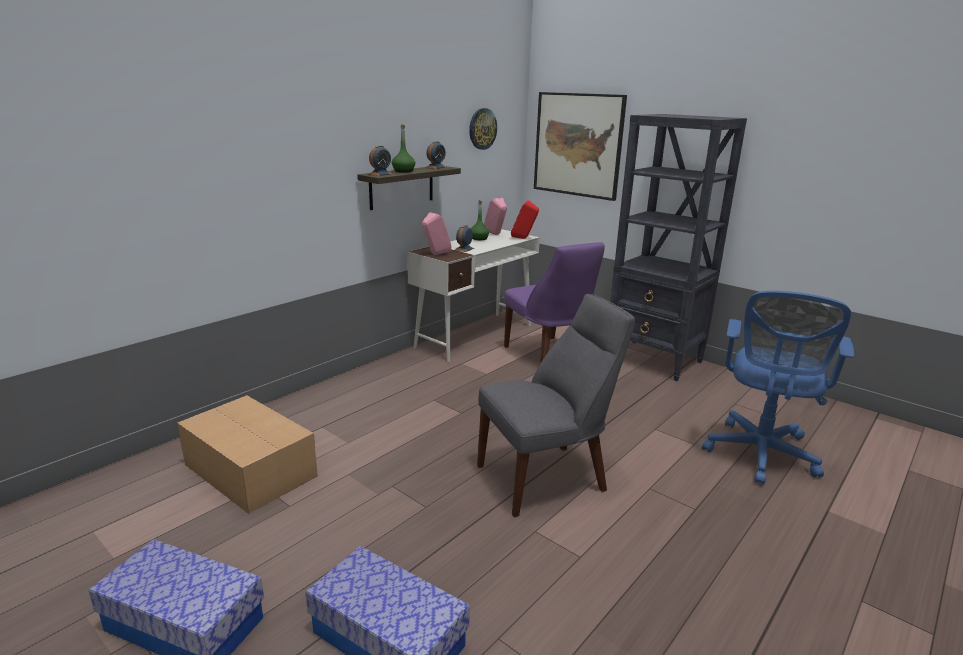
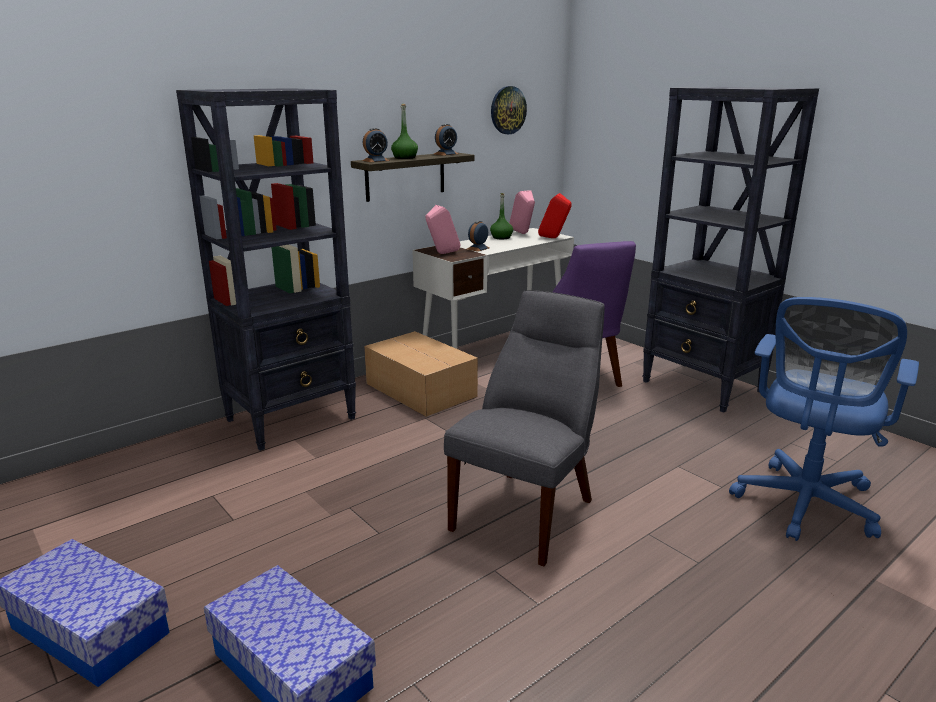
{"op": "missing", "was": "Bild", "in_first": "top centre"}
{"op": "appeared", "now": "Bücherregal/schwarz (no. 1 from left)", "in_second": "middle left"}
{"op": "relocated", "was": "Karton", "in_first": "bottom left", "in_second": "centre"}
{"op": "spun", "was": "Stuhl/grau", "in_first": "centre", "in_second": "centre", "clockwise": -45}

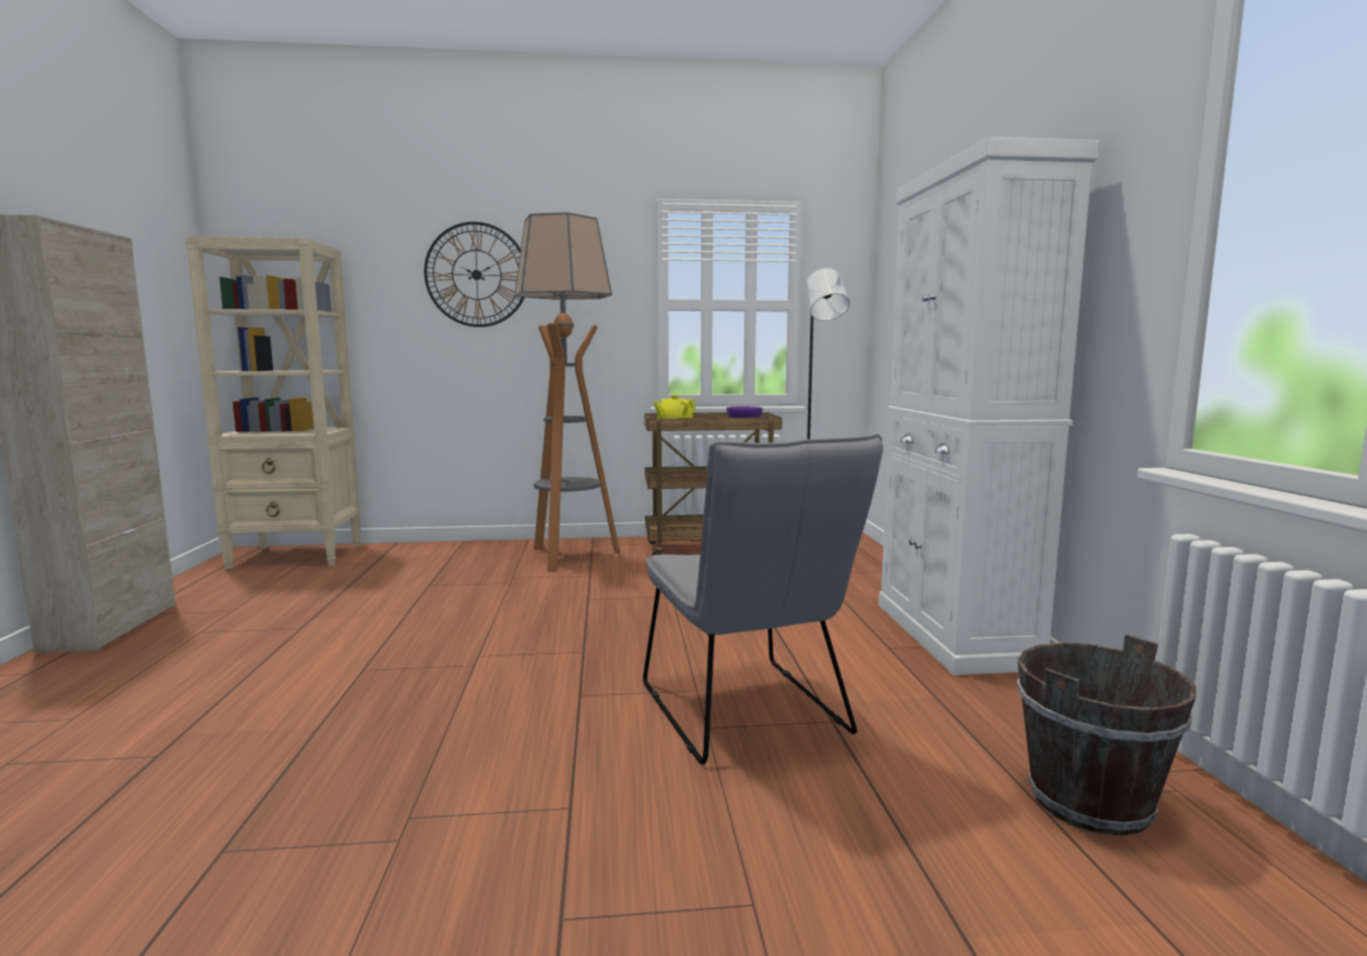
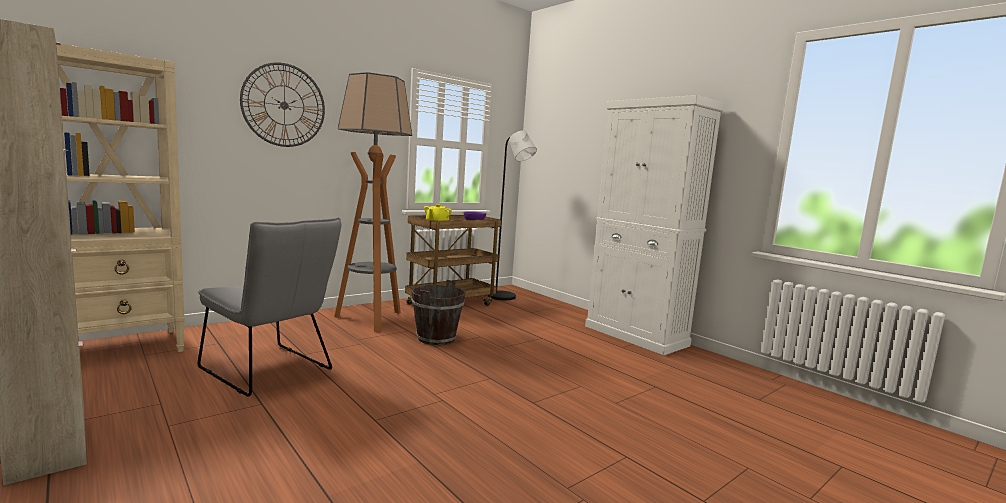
{"op": "relocated", "was": "Stuhl/grau", "in_first": "centre", "in_second": "middle left"}
{"op": "relocated", "was": "Eimer/braun", "in_first": "bottom right", "in_second": "centre"}

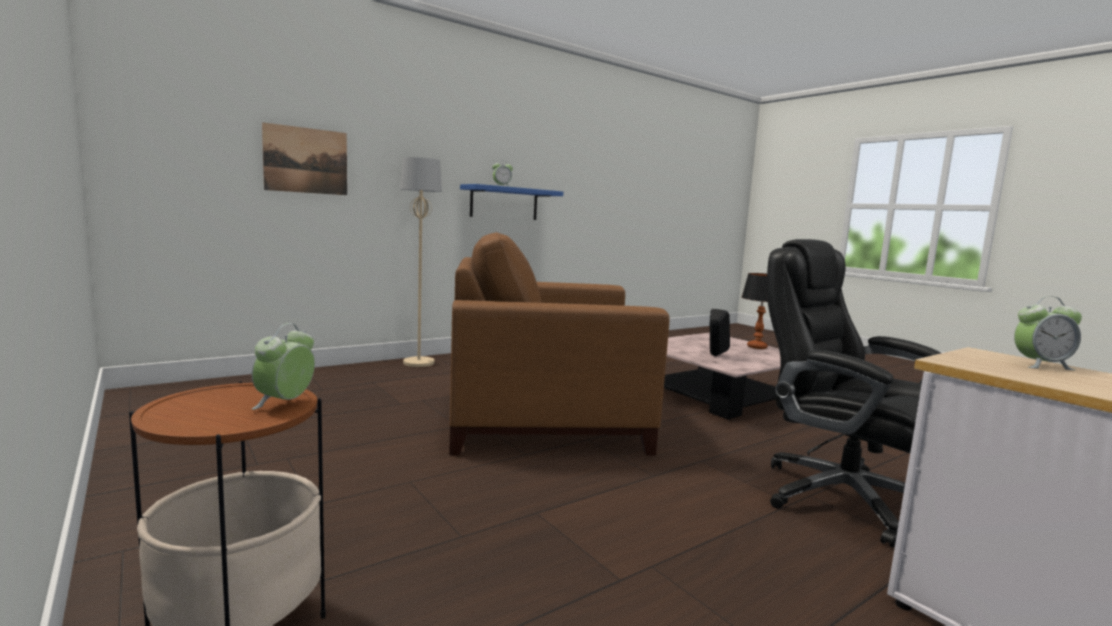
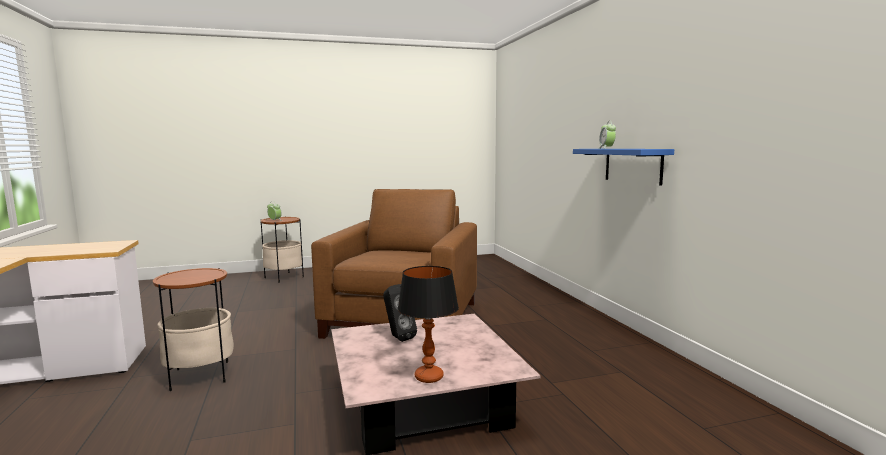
{"op": "missing", "was": "Bild", "in_first": "top left"}
{"op": "missing", "was": "Stehlampe/beige", "in_first": "centre"}
{"op": "missing", "was": "Wecker (no. 3 from left)", "in_first": "middle right"}
{"op": "exchanged", "was": "Bürostuhl/schwarz", "now": "Beistelltisch (no. 1 from left)", "in_first": "middle right", "in_second": "bottom left"}

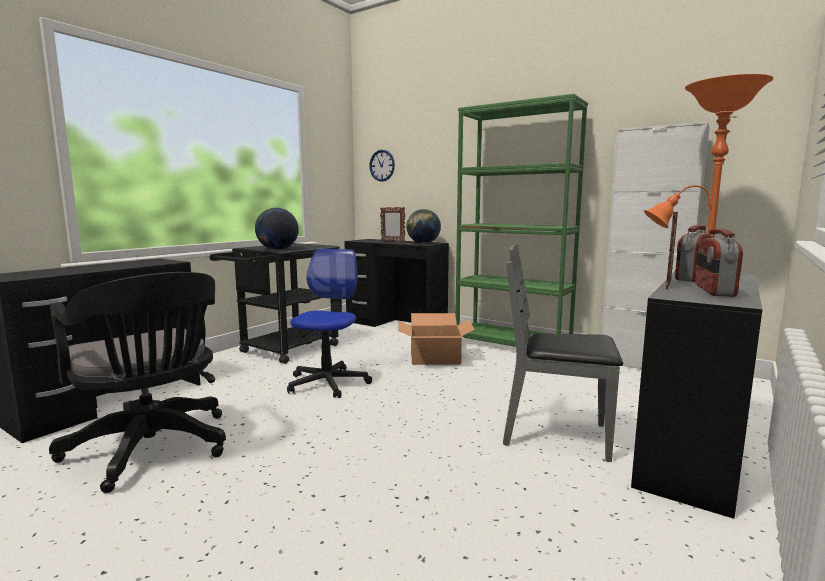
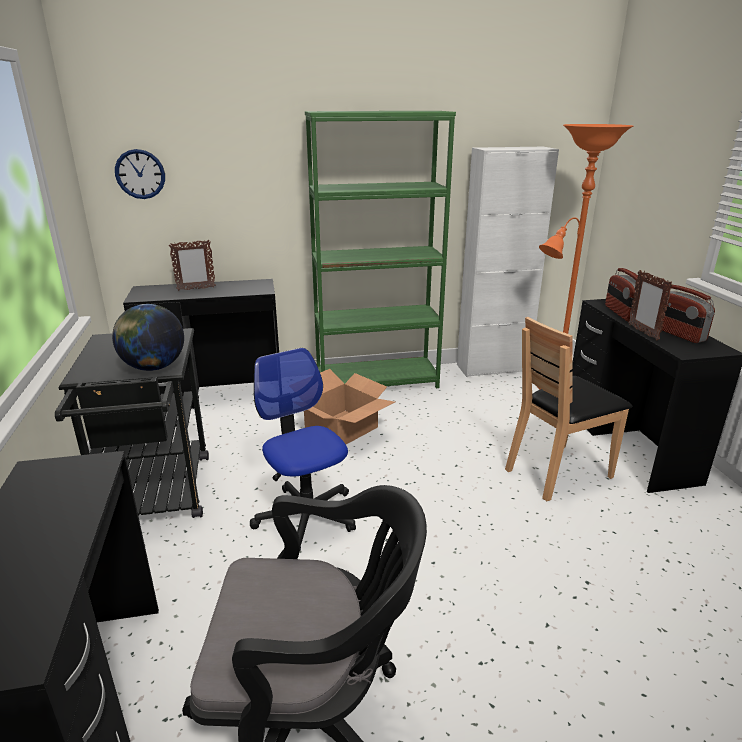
{"op": "missing", "was": "Globus (no. 2 from left)", "in_first": "centre"}
{"op": "colour", "was": "Stuhl/grau", "now": "Stuhl/braun", "in_first": "middle right", "in_second": "middle right"}

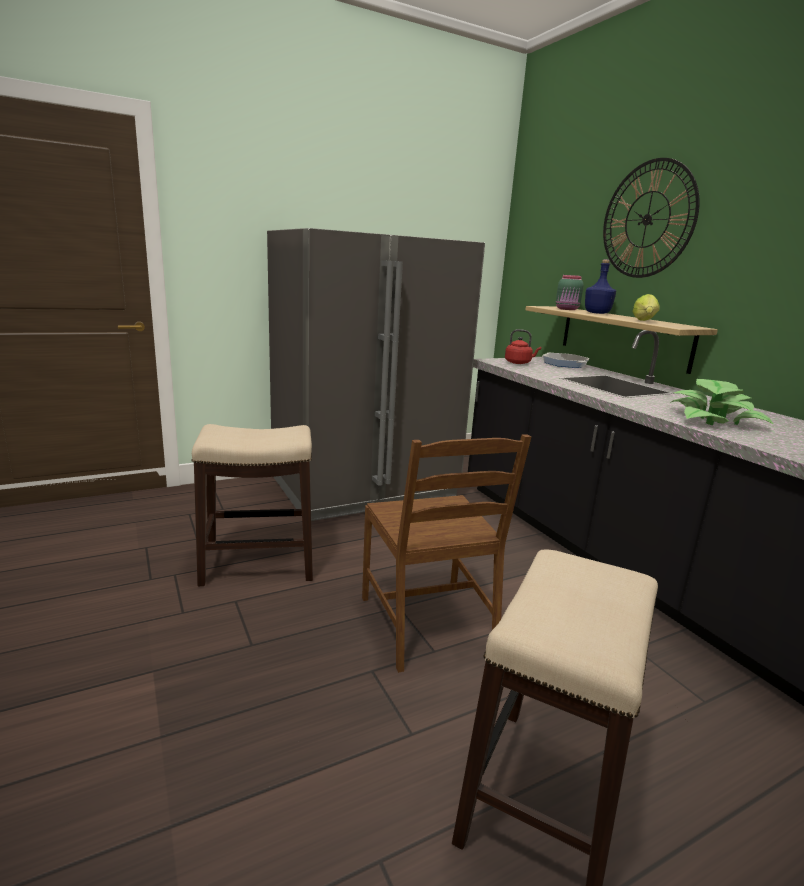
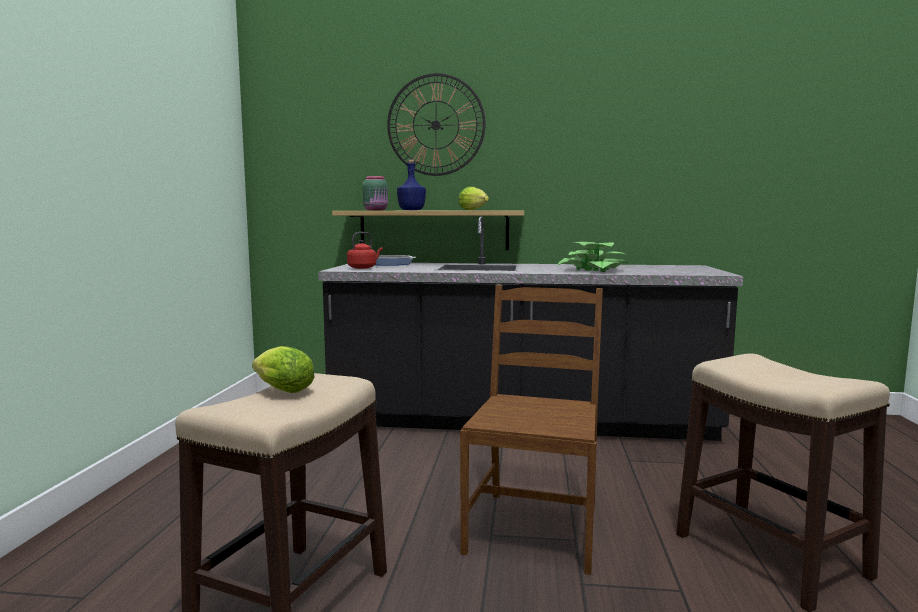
{"op": "missing", "was": "Kühlschrank/grau", "in_first": "centre"}
{"op": "appeared", "now": "Salatkopf (no. 1 from left)", "in_second": "middle left"}
{"op": "spun", "was": "Stuhl/braun", "in_first": "centre", "in_second": "bottom centre", "clockwise": -90}

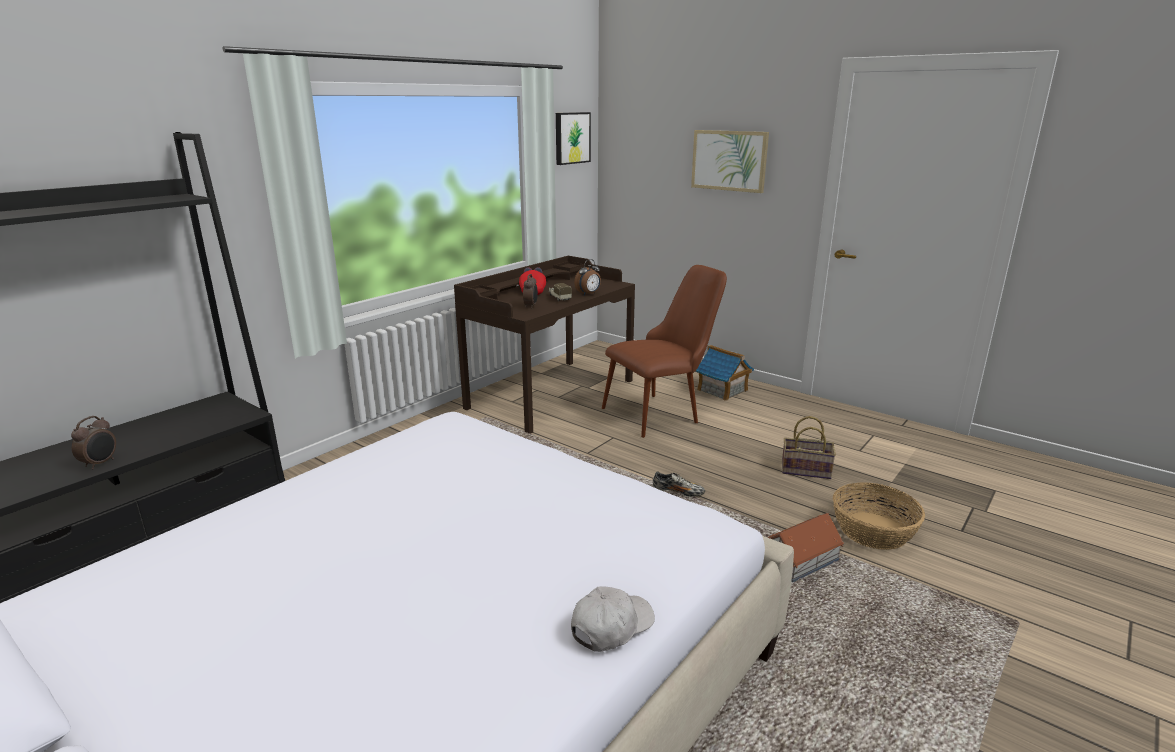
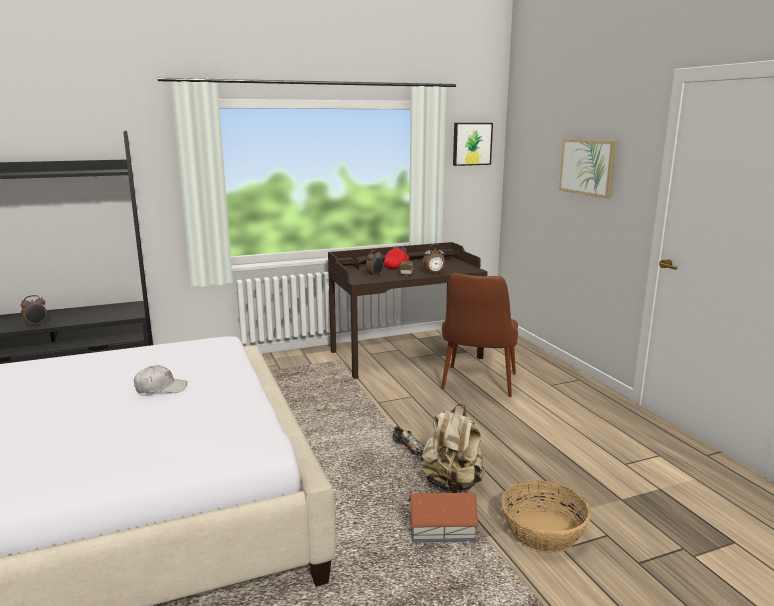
{"op": "missing", "was": "Spielzeughaus (no. 1 from left)", "in_first": "centre"}
{"op": "missing", "was": "Korb (no. 1 from left)", "in_first": "middle right"}
{"op": "appeared", "now": "Rucksack/beige", "in_second": "bottom centre"}
{"op": "relocated", "was": "Kappe/weiß", "in_first": "bottom centre", "in_second": "middle left"}
{"op": "spun", "was": "Stuhl/braun", "in_first": "centre", "in_second": "centre", "clockwise": 105}

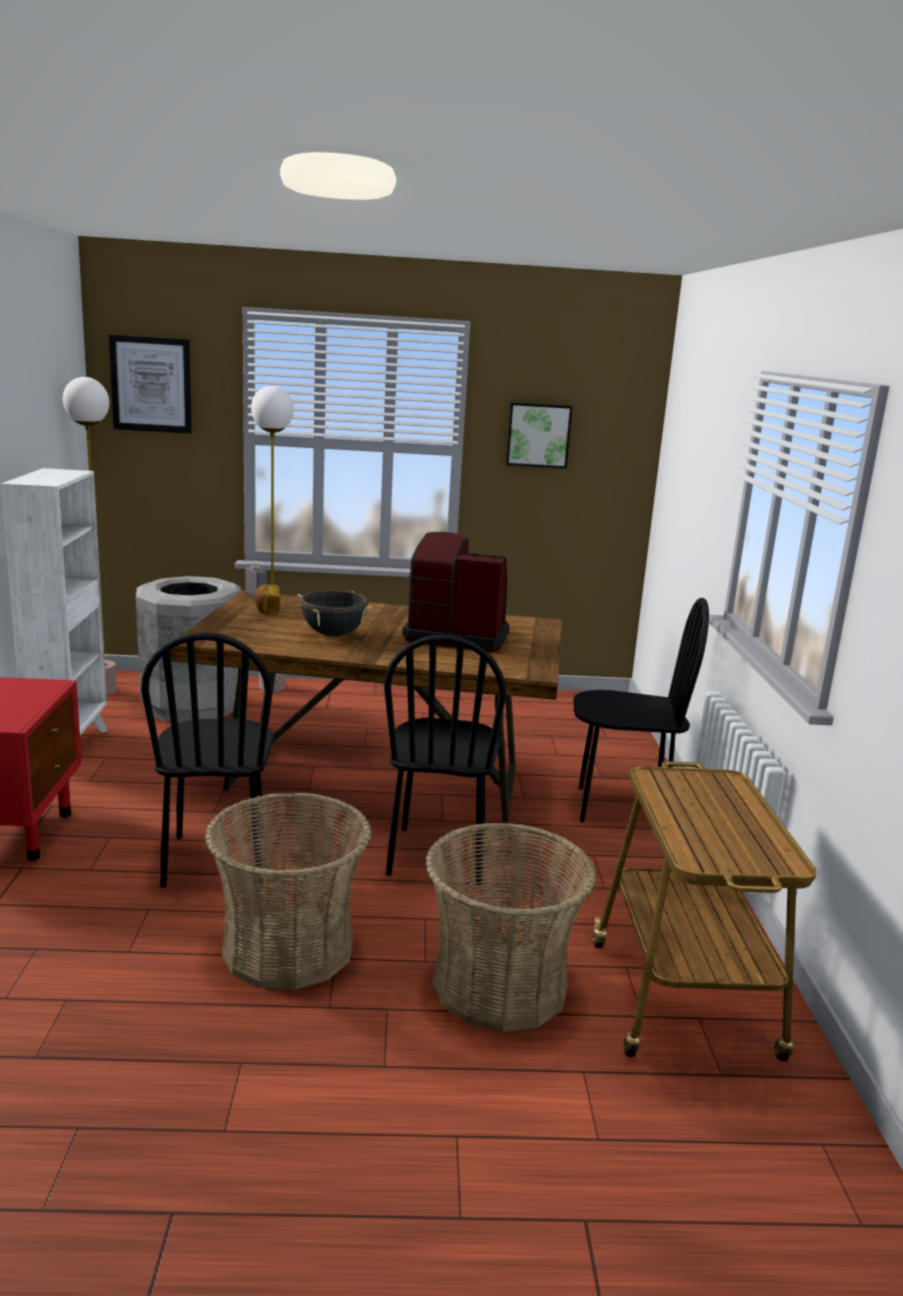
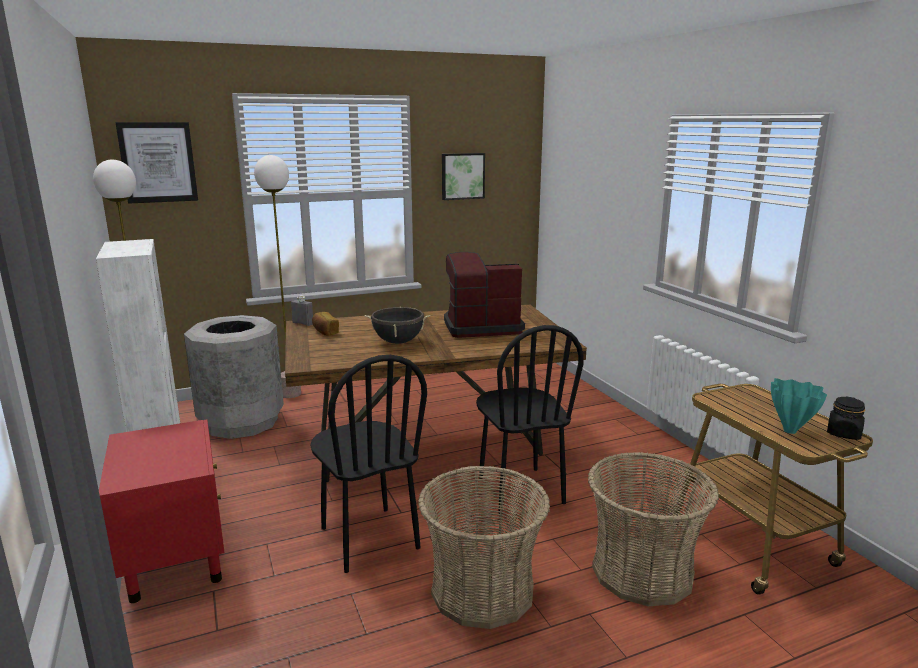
{"op": "missing", "was": "Stuhl/schwarz (no. 3 from left)", "in_first": "middle right"}
{"op": "appeared", "now": "Vase/türkis", "in_second": "middle right"}
{"op": "appeared", "now": "Vorratsglas/schwarz", "in_second": "middle right"}

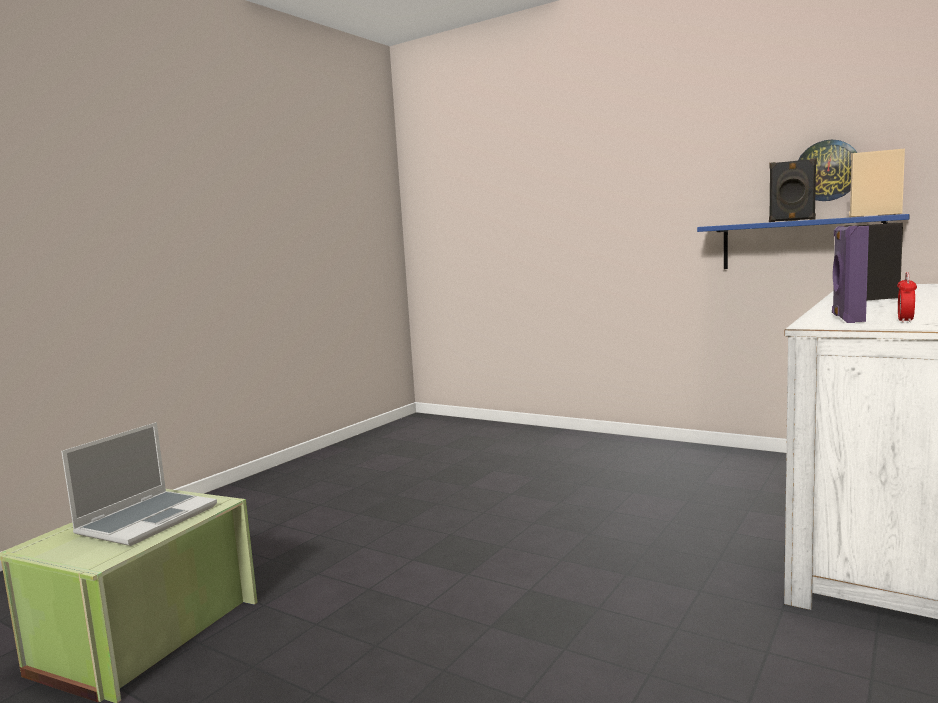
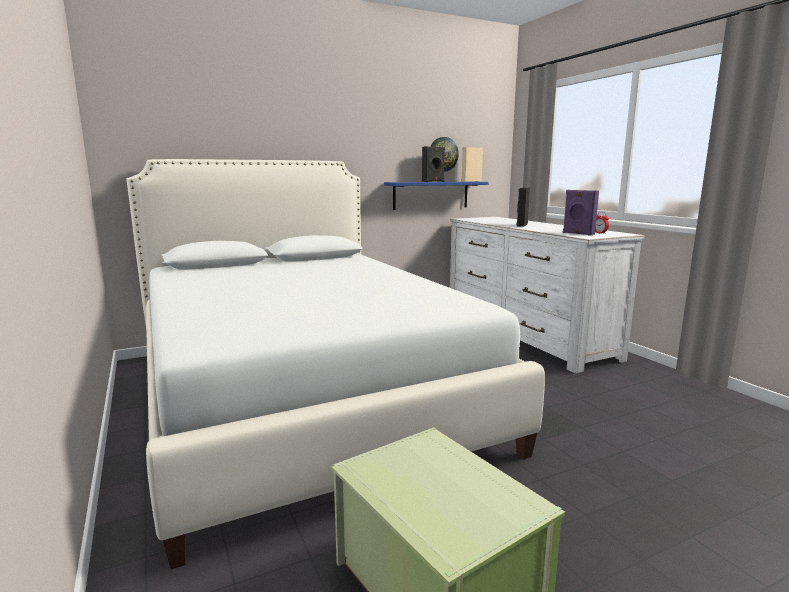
{"op": "missing", "was": "Laptop", "in_first": "bottom left"}
{"op": "appeared", "now": "Bett/weiß", "in_second": "centre"}

